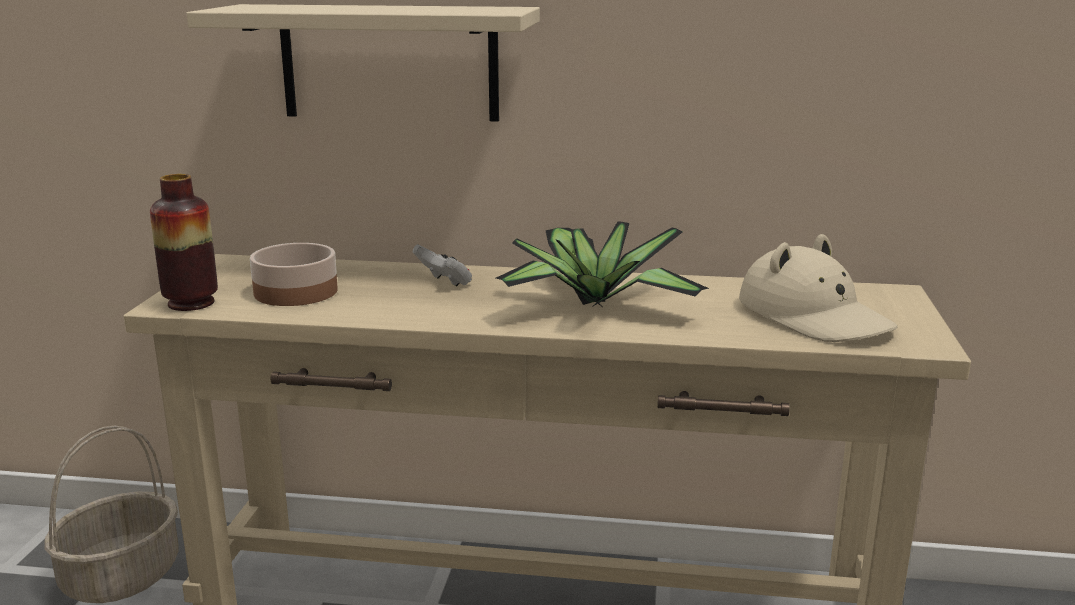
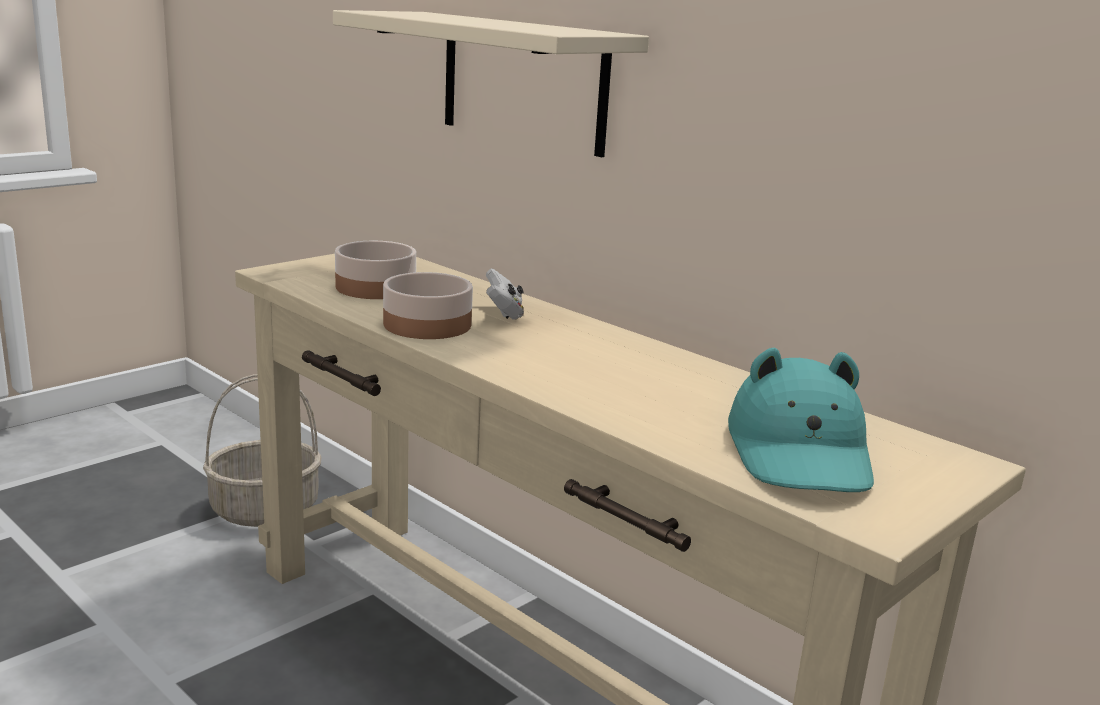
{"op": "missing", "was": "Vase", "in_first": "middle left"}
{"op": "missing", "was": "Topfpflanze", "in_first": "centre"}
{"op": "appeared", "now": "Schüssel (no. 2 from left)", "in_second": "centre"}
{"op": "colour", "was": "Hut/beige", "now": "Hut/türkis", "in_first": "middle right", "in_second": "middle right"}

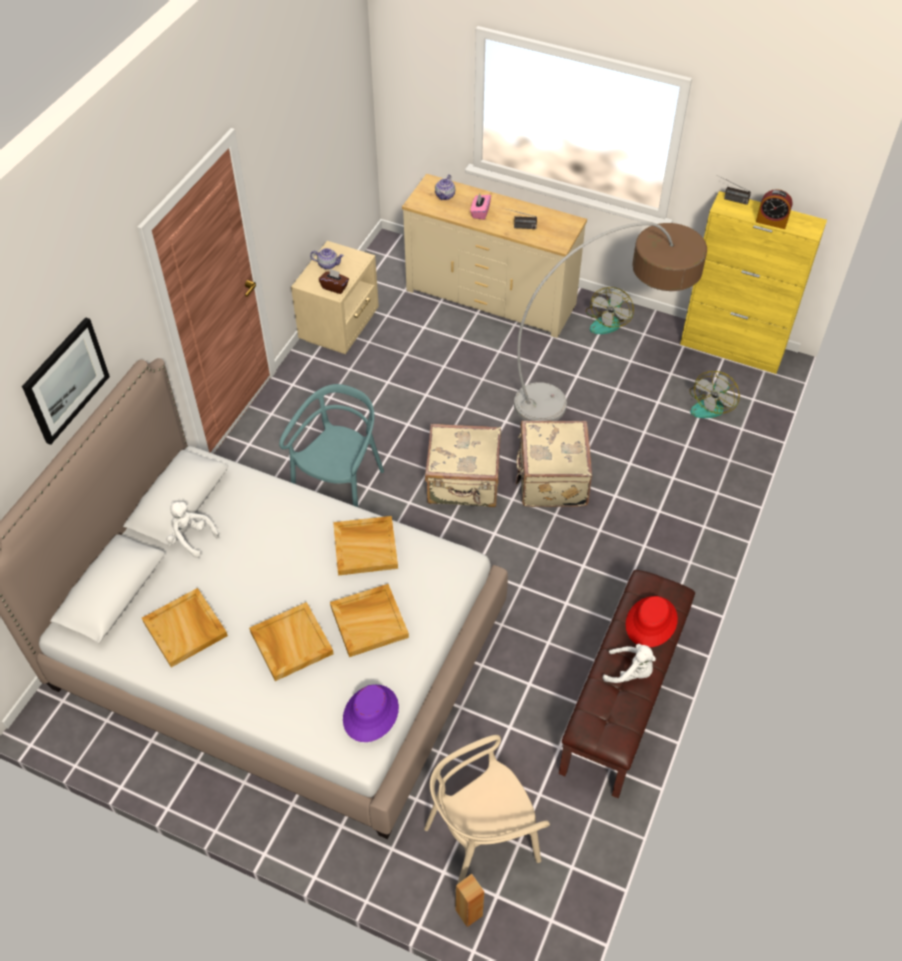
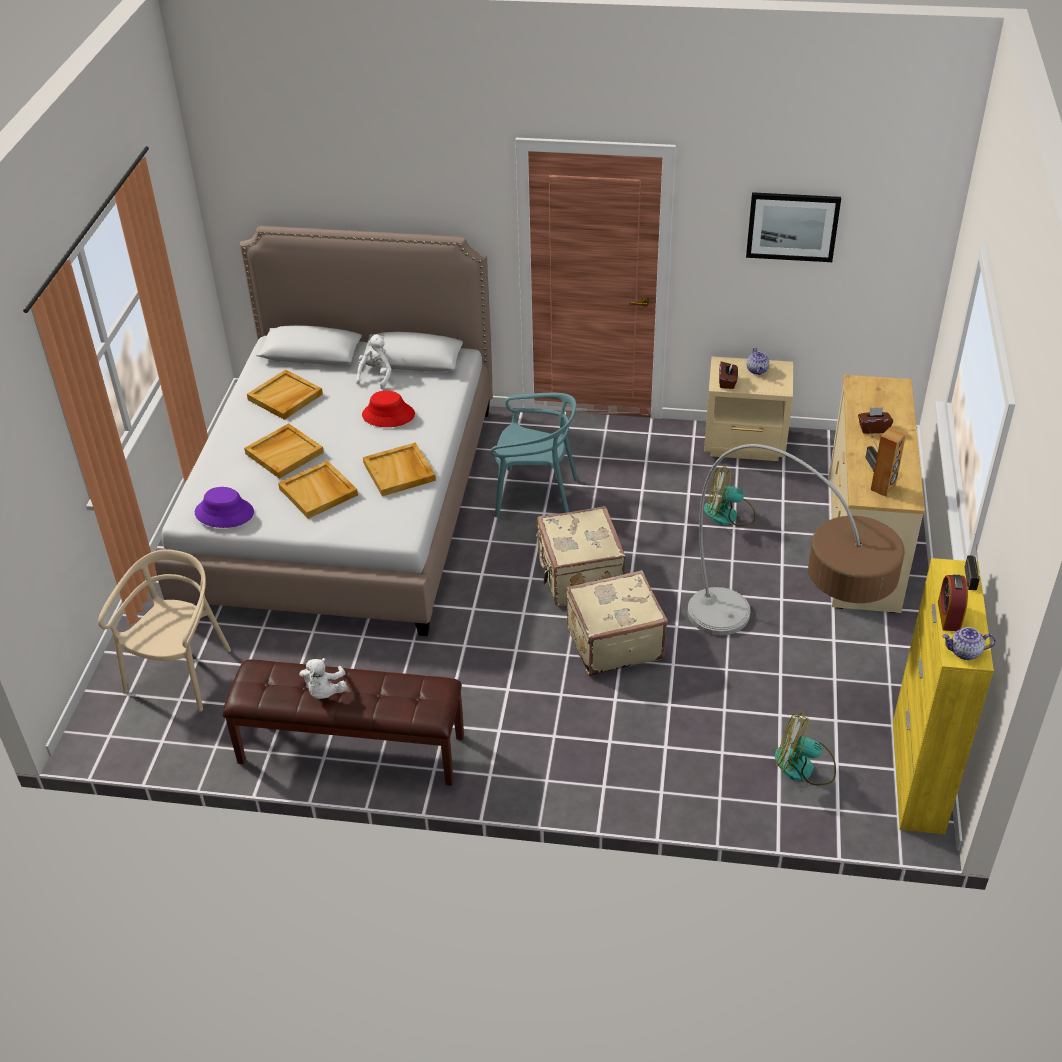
{"op": "relocated", "was": "Bild", "in_first": "middle left", "in_second": "top right"}
{"op": "relocated", "was": "Teekanne (no. 2 from left)", "in_first": "top centre", "in_second": "middle right"}
{"op": "relocated", "was": "Lautsprecher/braun", "in_first": "bottom centre", "in_second": "middle right"}
{"op": "relocated", "was": "Ventilator (no. 1 from left)", "in_first": "top right", "in_second": "middle right"}
{"op": "relocated", "was": "Hut/rot", "in_first": "middle right", "in_second": "centre"}
{"op": "colour", "was": "Taschentuchbox/rosa", "now": "Taschentuchbox/braun (no. 2 from left)", "in_first": "top centre", "in_second": "middle right"}
{"op": "spun", "was": "Stuhl/beige", "in_first": "bottom centre", "in_second": "middle left", "clockwise": 60}

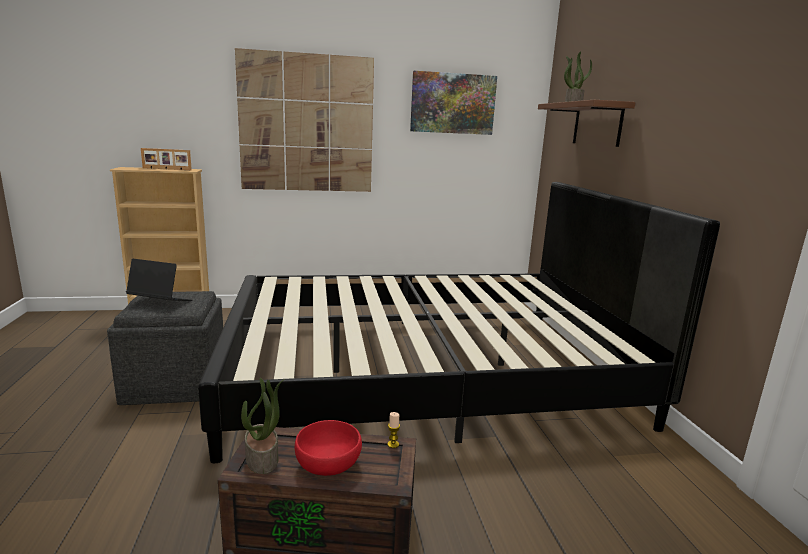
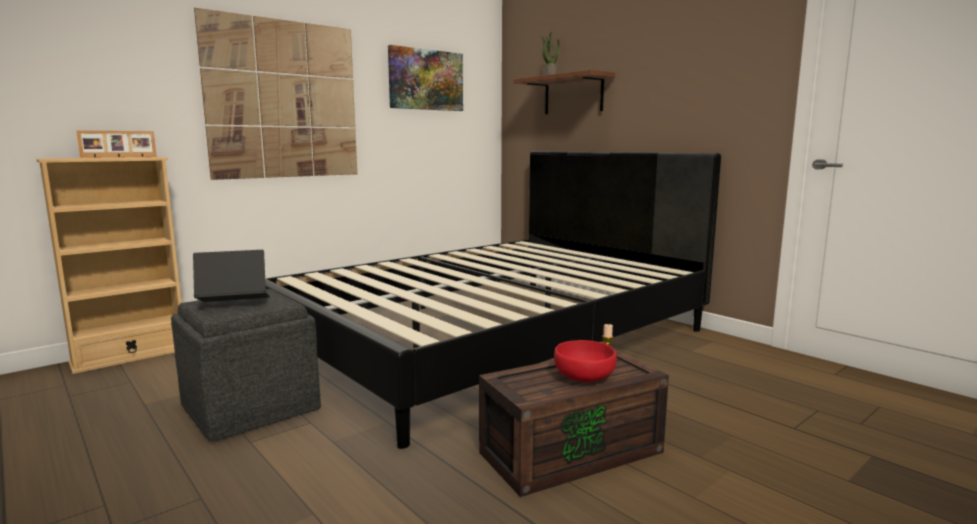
{"op": "missing", "was": "Topfpflanze (no. 1 from left)", "in_first": "bottom left"}

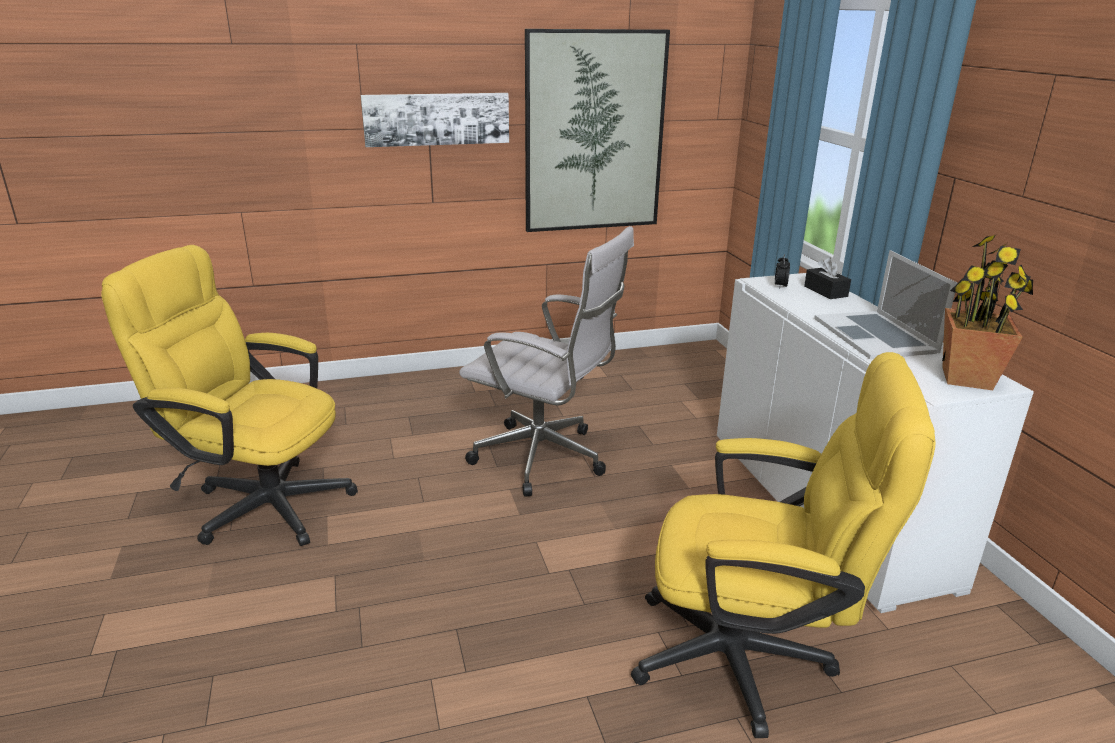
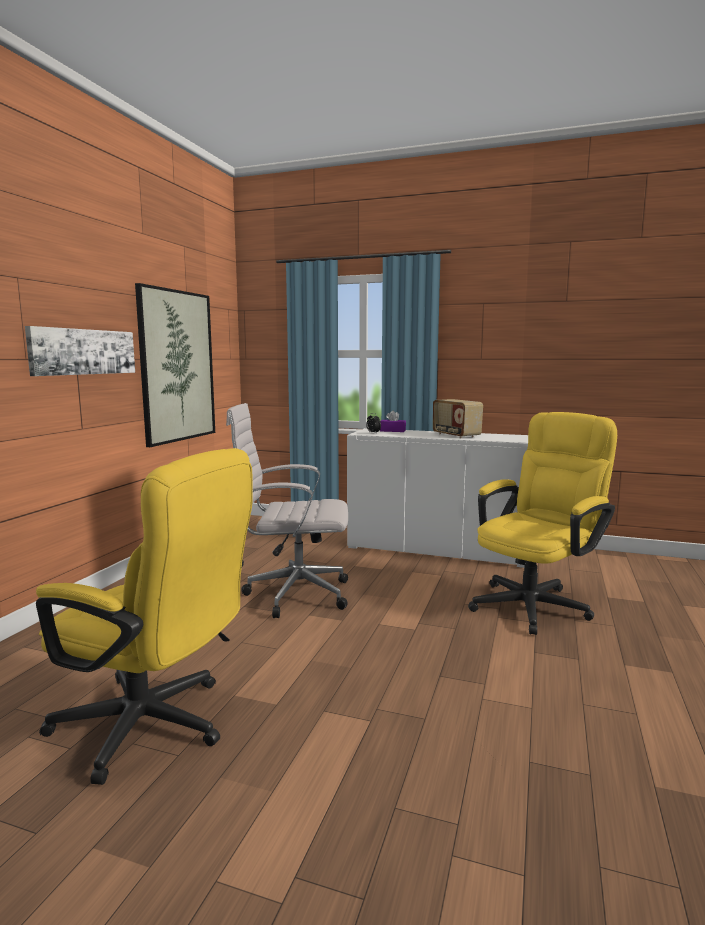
{"op": "missing", "was": "Topfpflanze", "in_first": "middle right"}
{"op": "exchanged", "was": "Laptop", "now": "Radio", "in_first": "middle right", "in_second": "centre"}
{"op": "colour", "was": "Taschentuchbox/schwarz", "now": "Taschentuchbox/lila", "in_first": "middle right", "in_second": "centre"}
{"op": "spun", "was": "Bürostuhl/gelb (no. 1 from left)", "in_first": "middle left", "in_second": "middle left", "clockwise": -120}
{"op": "spun", "was": "Bürostuhl/weiß", "in_first": "centre", "in_second": "centre", "clockwise": -150}

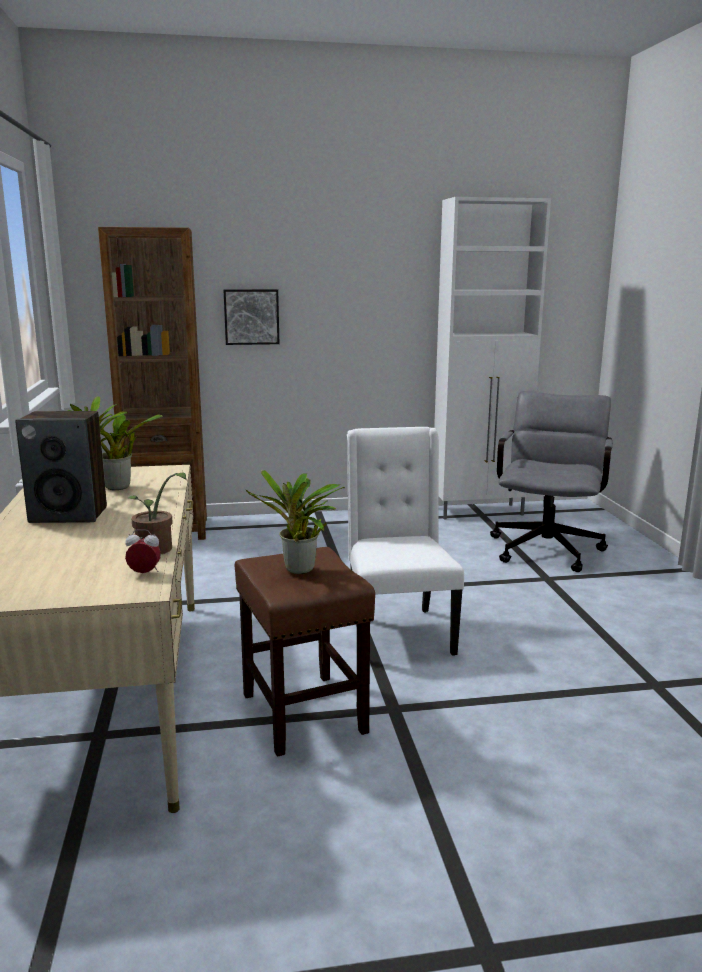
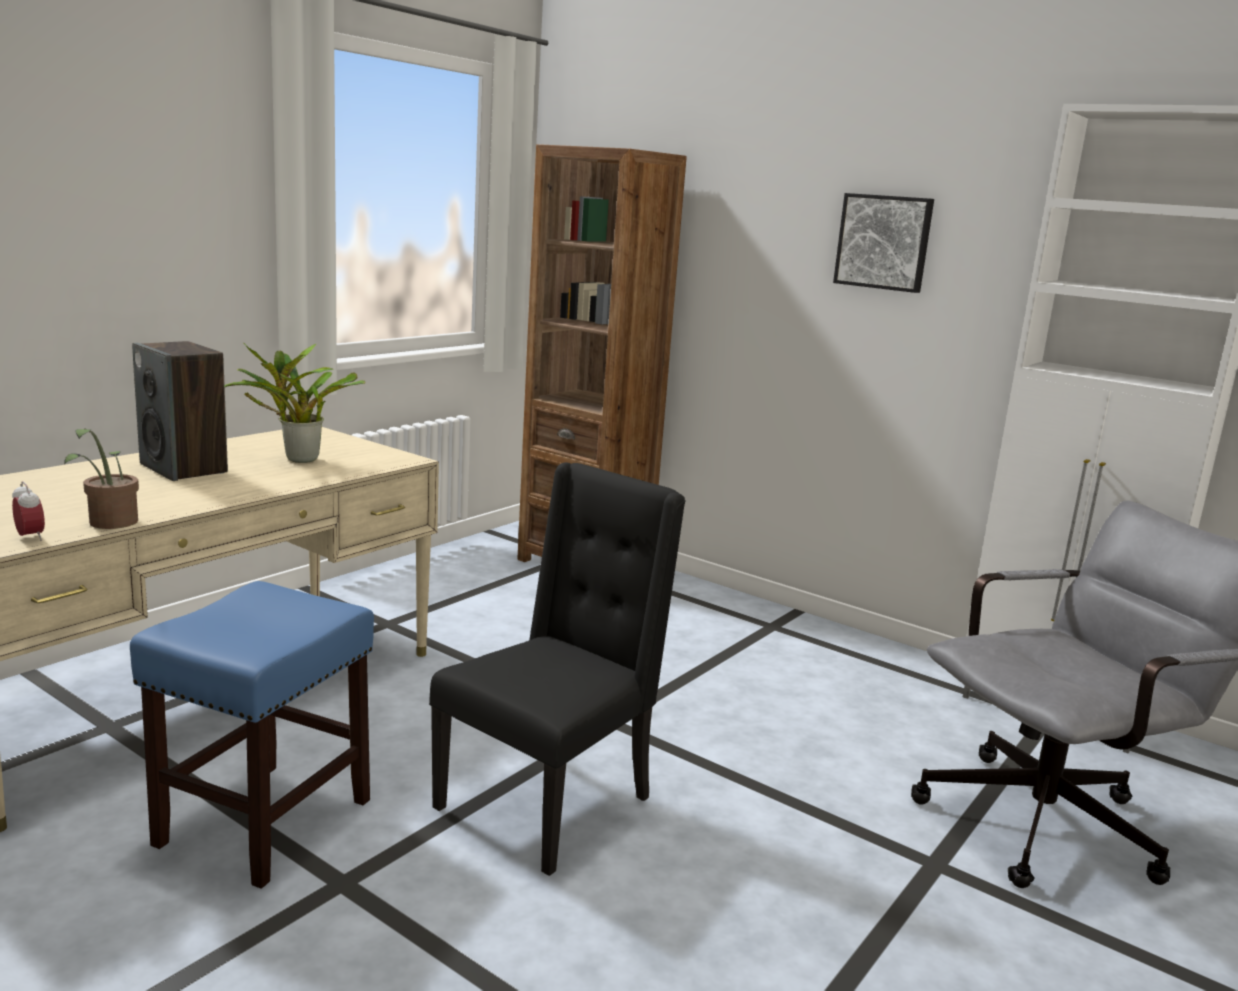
{"op": "missing", "was": "Topfpflanze (no. 3 from left)", "in_first": "centre"}
{"op": "relocated", "was": "Bild", "in_first": "top centre", "in_second": "top right"}
{"op": "colour", "was": "Hocker/braun", "now": "Hocker/blau", "in_first": "bottom centre", "in_second": "bottom left"}
{"op": "colour", "was": "Stuhl/weiß", "now": "Stuhl/schwarz", "in_first": "centre", "in_second": "bottom centre"}

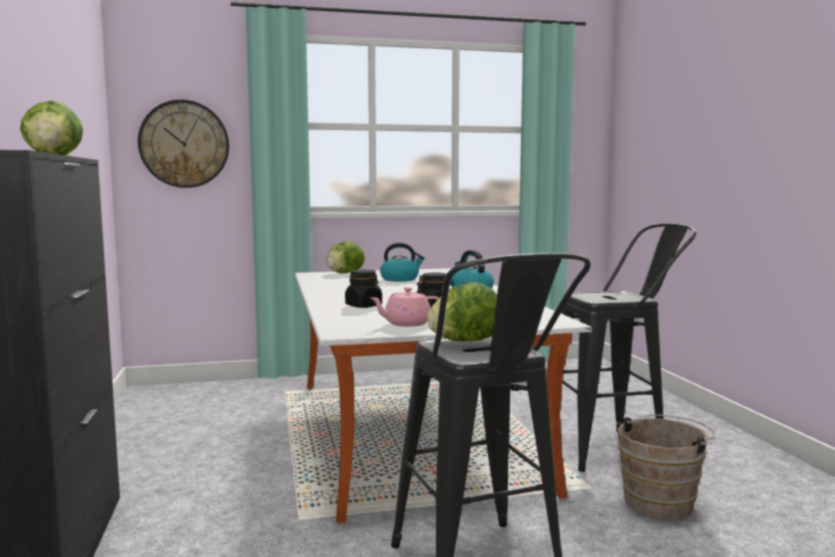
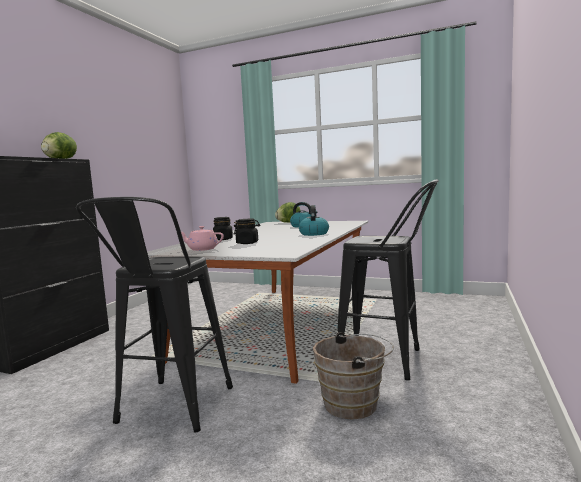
{"op": "missing", "was": "Wanduhr", "in_first": "top left"}
{"op": "missing", "was": "Salatkopf (no. 3 from left)", "in_first": "centre"}

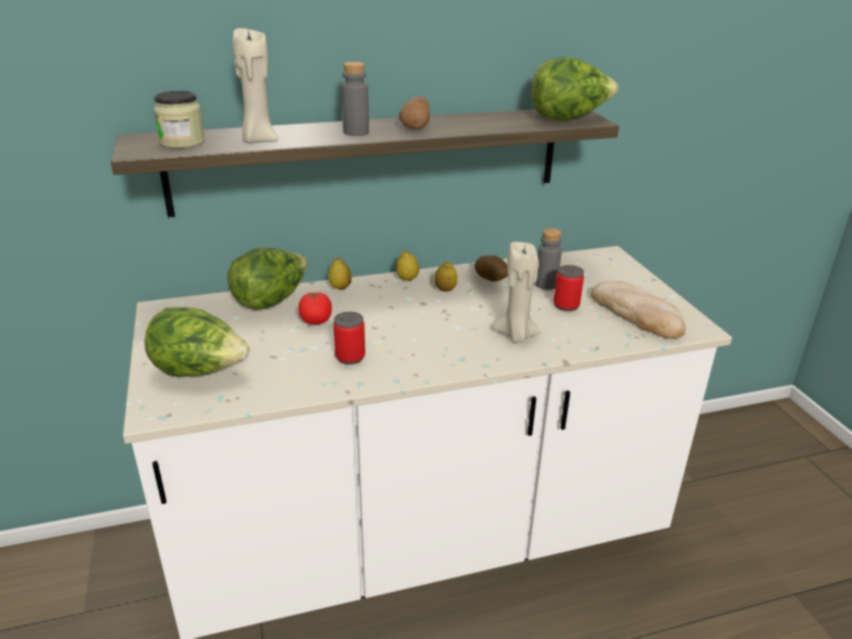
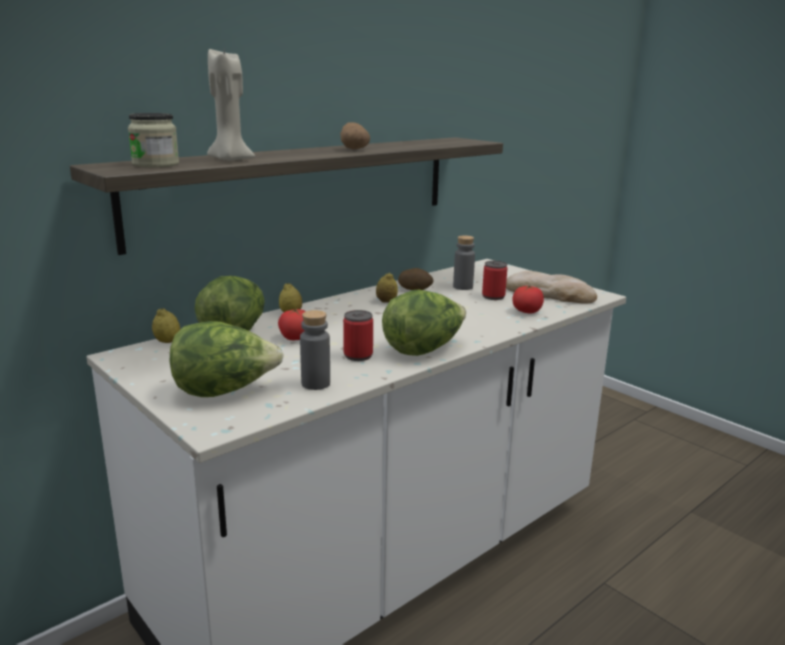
{"op": "missing", "was": "Kerze/beige (no. 2 from left)", "in_first": "centre"}
{"op": "appeared", "now": "Tomate (no. 2 from left)", "in_second": "middle right"}
{"op": "relocated", "was": "Flasche/grau (no. 1 from left)", "in_first": "top centre", "in_second": "centre"}
{"op": "relocated", "was": "Zitrone (no. 2 from left in the first image)", "now": "Zitrone (no. 1 from left)", "in_first": "centre", "in_second": "middle left"}
{"op": "relocated", "was": "Salatkopf (no. 3 from left)", "in_first": "top right", "in_second": "centre"}

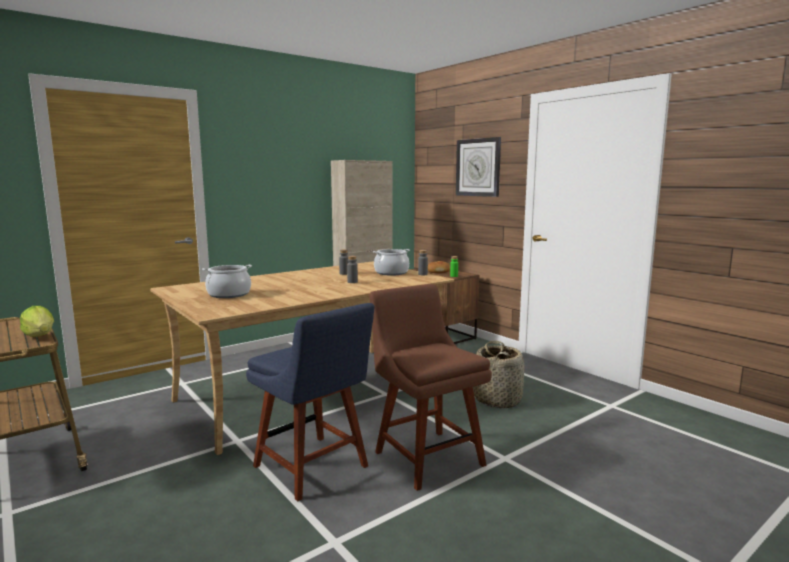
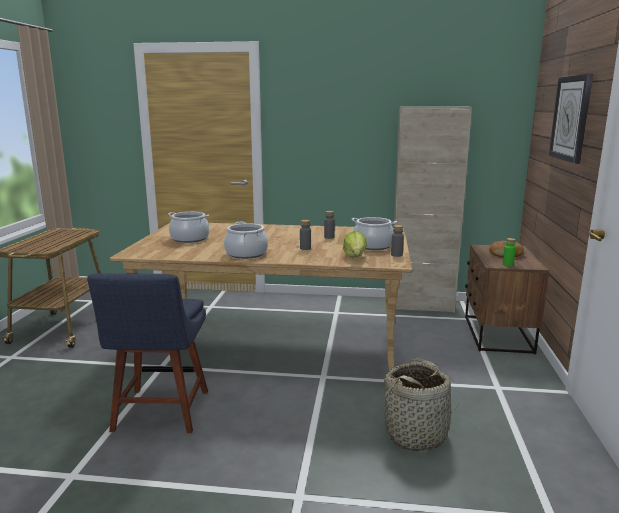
{"op": "missing", "was": "Stuhl/braun", "in_first": "bottom centre"}
{"op": "appeared", "now": "Kochtopf (no. 2 from left)", "in_second": "centre"}
{"op": "relocated", "was": "Salatkopf", "in_first": "middle left", "in_second": "centre"}

